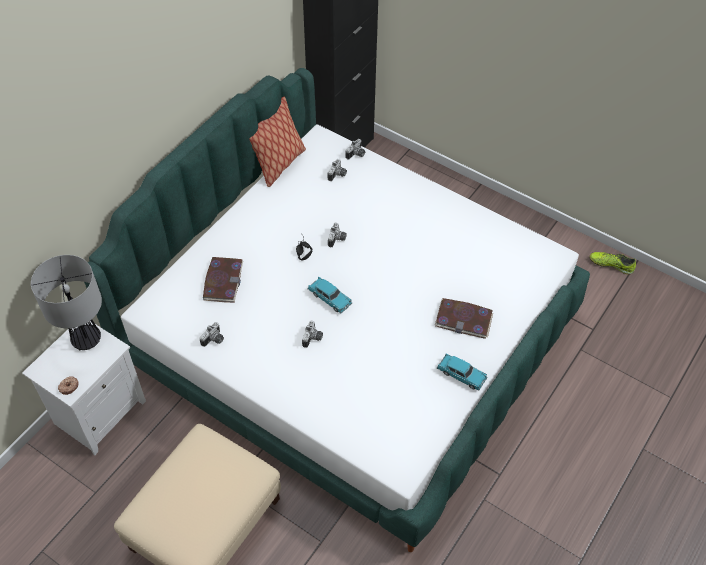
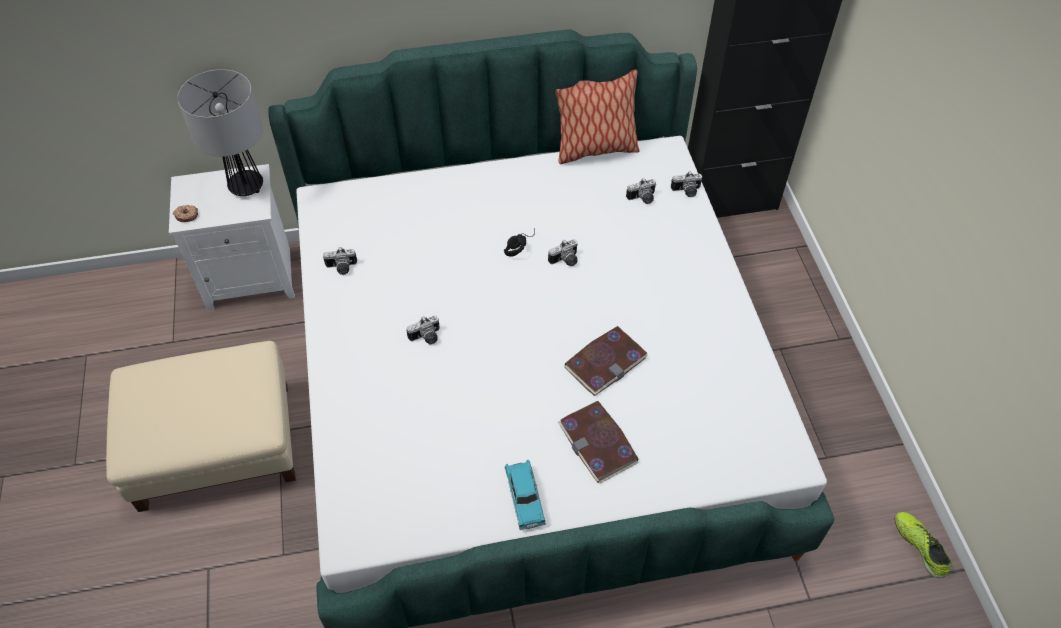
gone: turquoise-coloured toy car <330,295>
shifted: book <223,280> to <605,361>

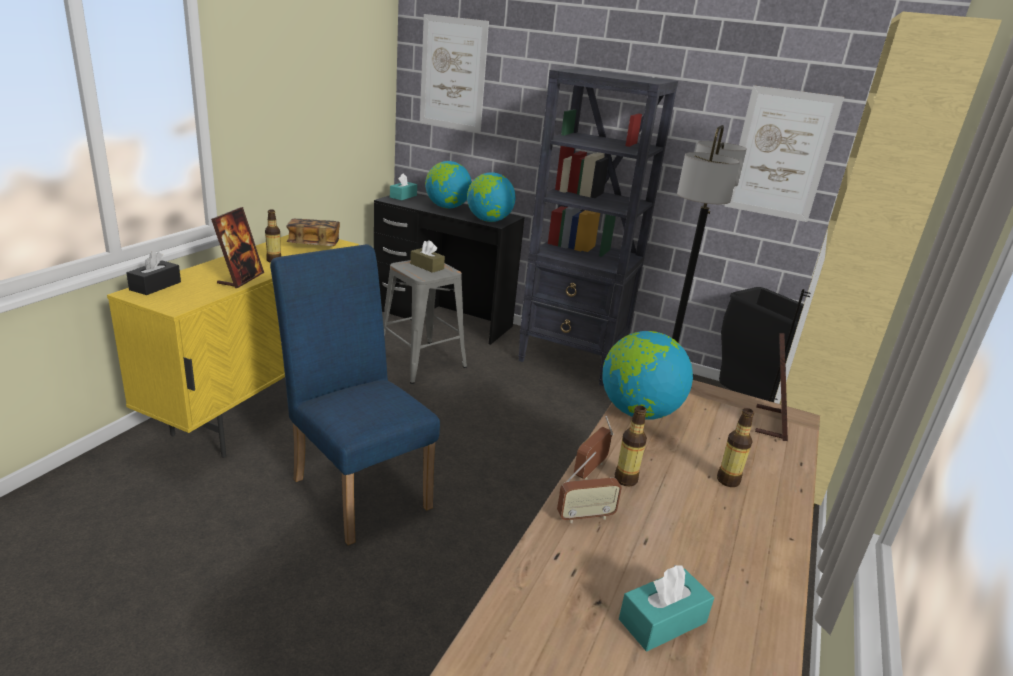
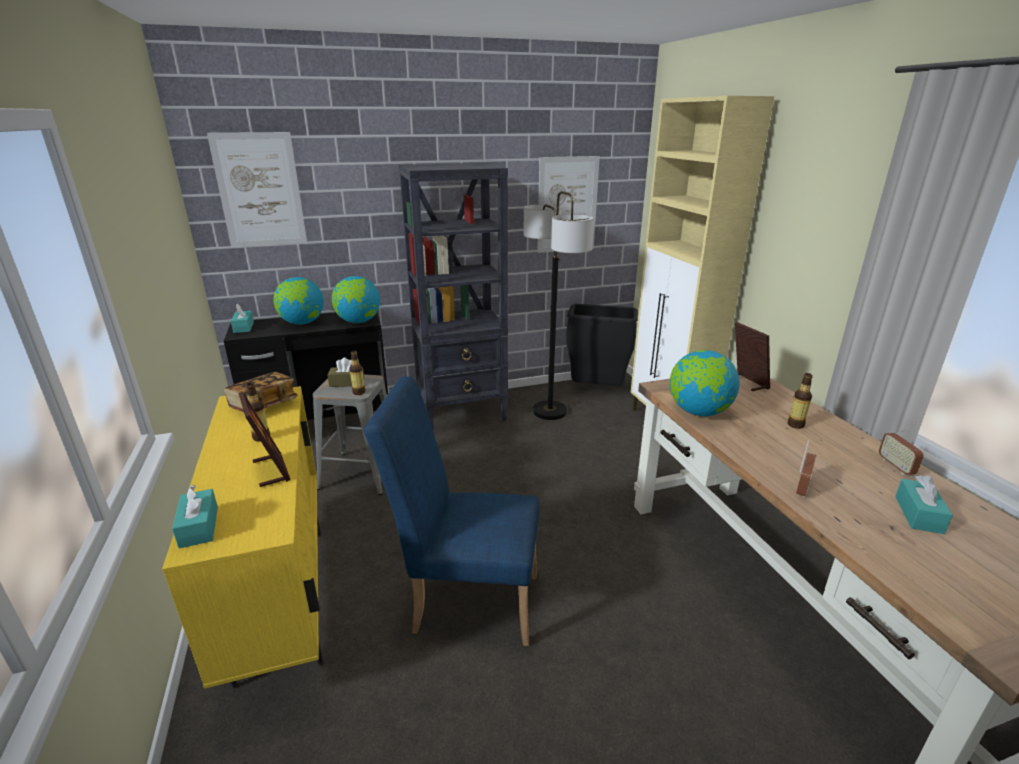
shifted: radio receiver <594,448> to <901,448>; bottle <631,446> to <357,373>
repainted: black-coloured tissue box <153,273> to turquoise-coloured tissue box <195,516>

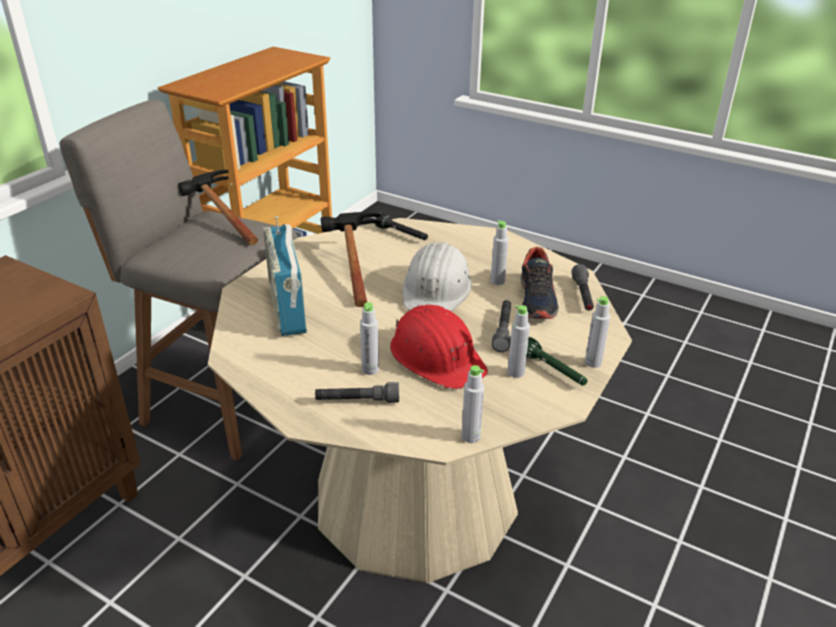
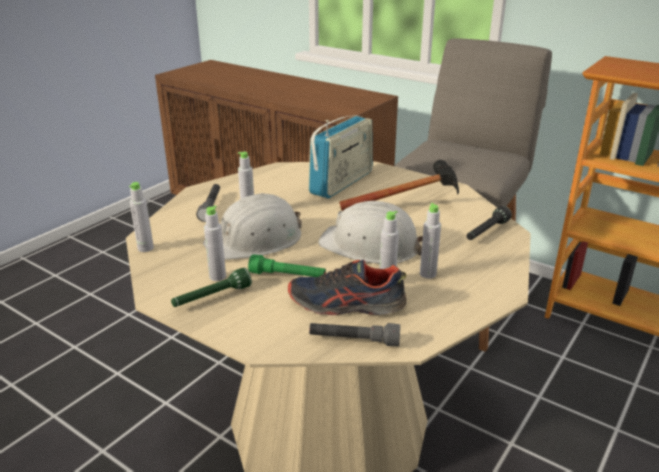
gone: tool hammer <218,207>
shifted: greyish bottle <597,332> to <430,241>
repainted: red-coloured safety helmet <439,347> to white-coloured safety helmet <252,226>; greyish flashlight <501,326> to greenish flashlight <287,265>
rotated: radio receiver <285,276> = <340,156> 135 degrees clockwise

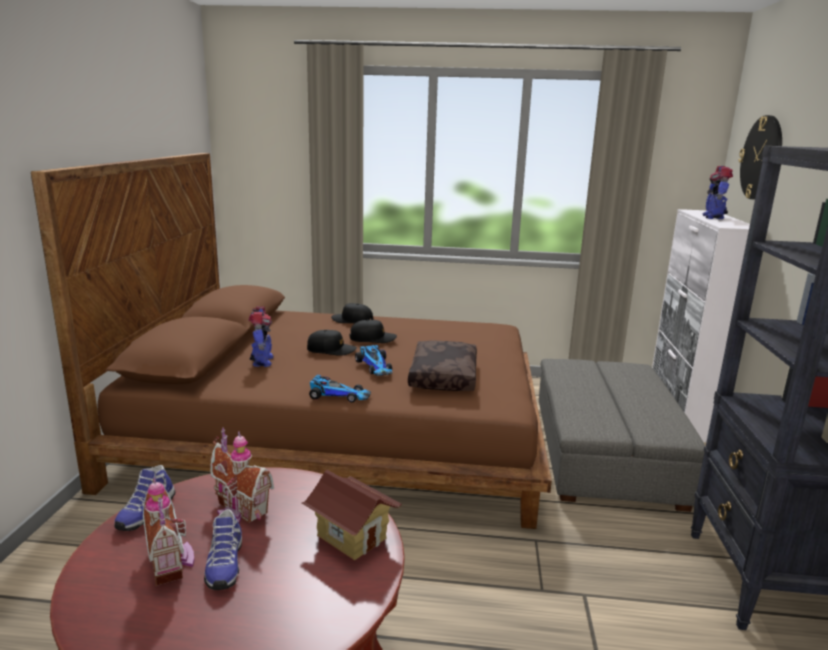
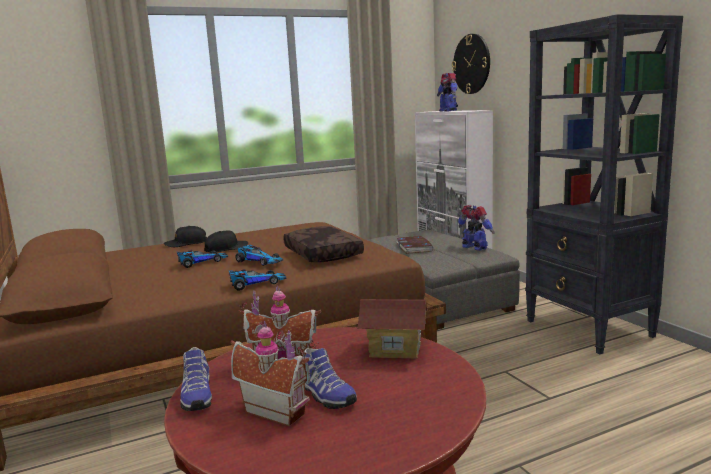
new: book <414,245>
shifted: model robot <261,336> to <476,228>
swapped: black-coloured baseball cap <332,343> to toy car <202,259>

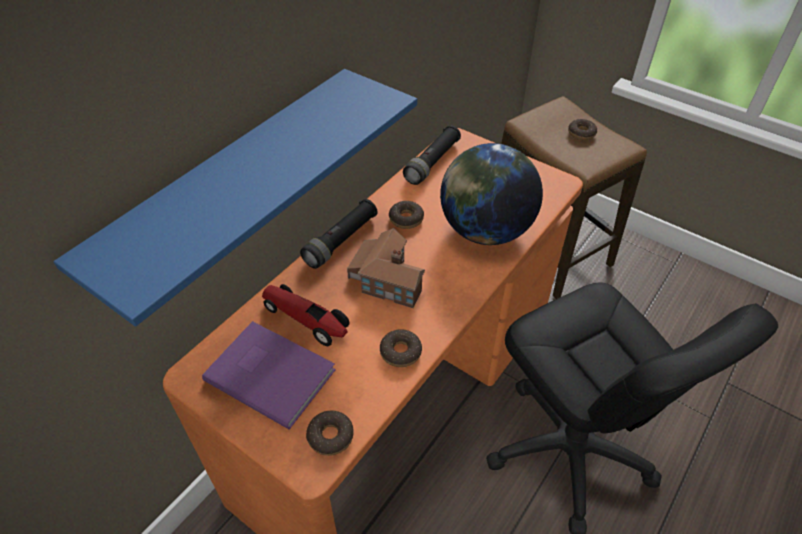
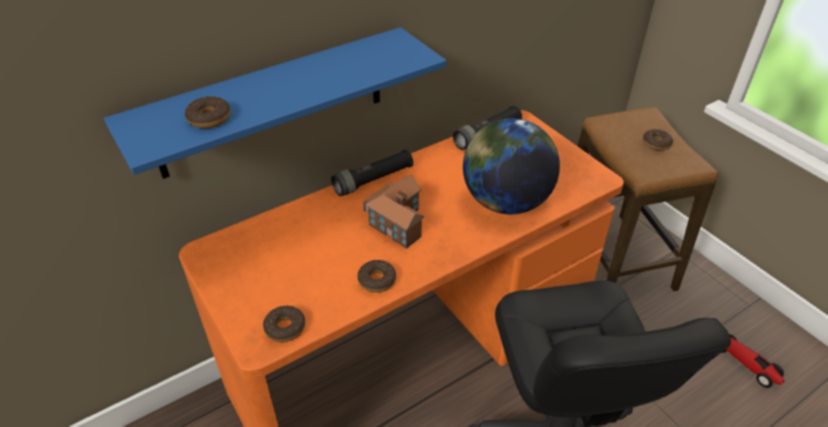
gone: purplish book <269,375>
shifted: toy car <306,315> to <753,361>; donut <406,215> to <208,112>

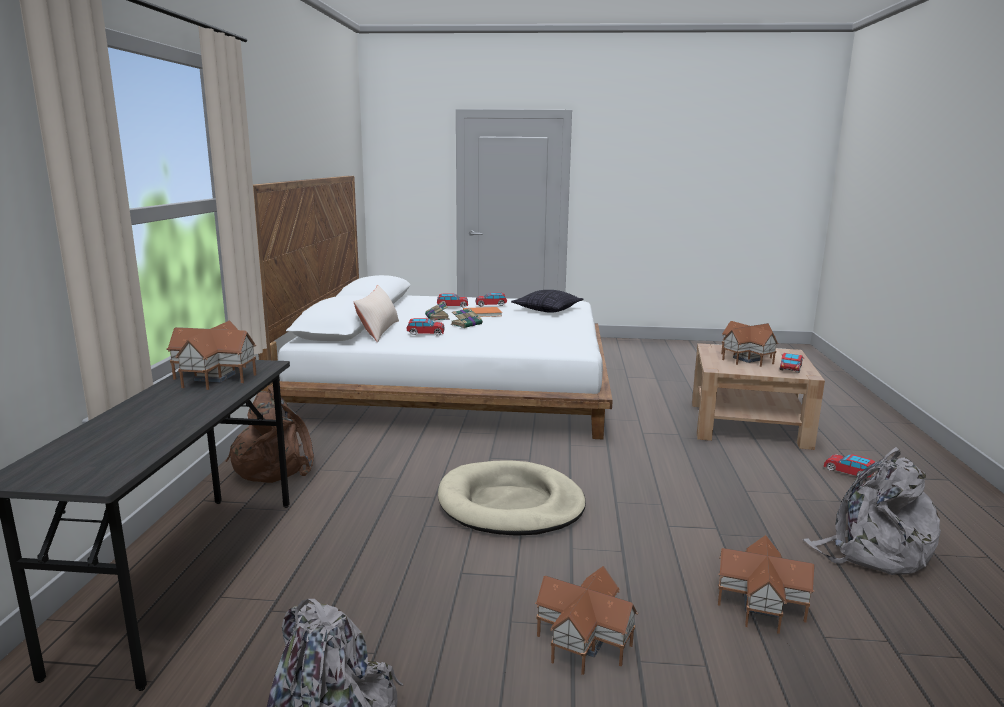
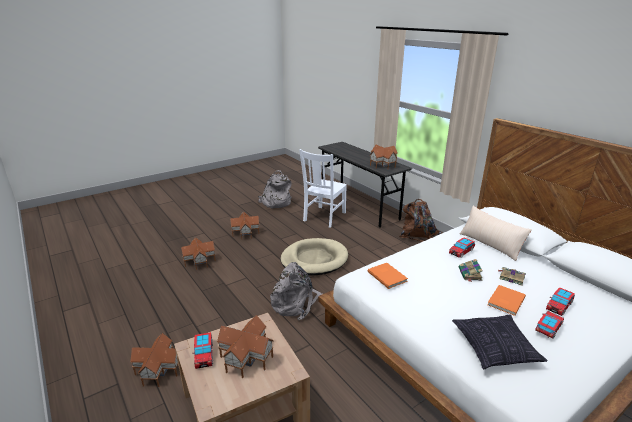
new: white-coloured chair <323,188>; orange-coloured book <388,276>
shifted: greyish backpack <872,511> to <296,291>
swapped: toy car <850,466> to model house <154,360>

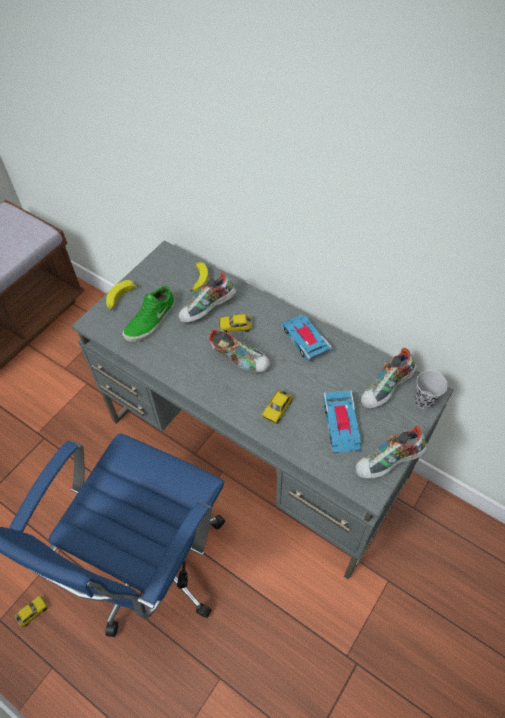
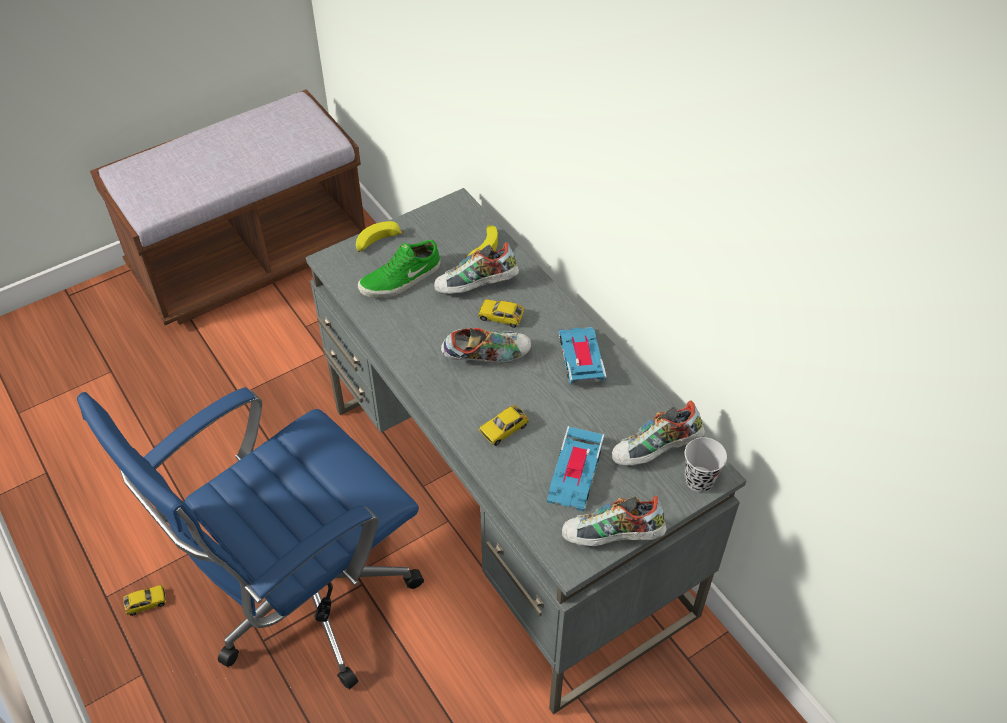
rotated: low shoe <239,351> = <486,346> 60 degrees counterclockwise

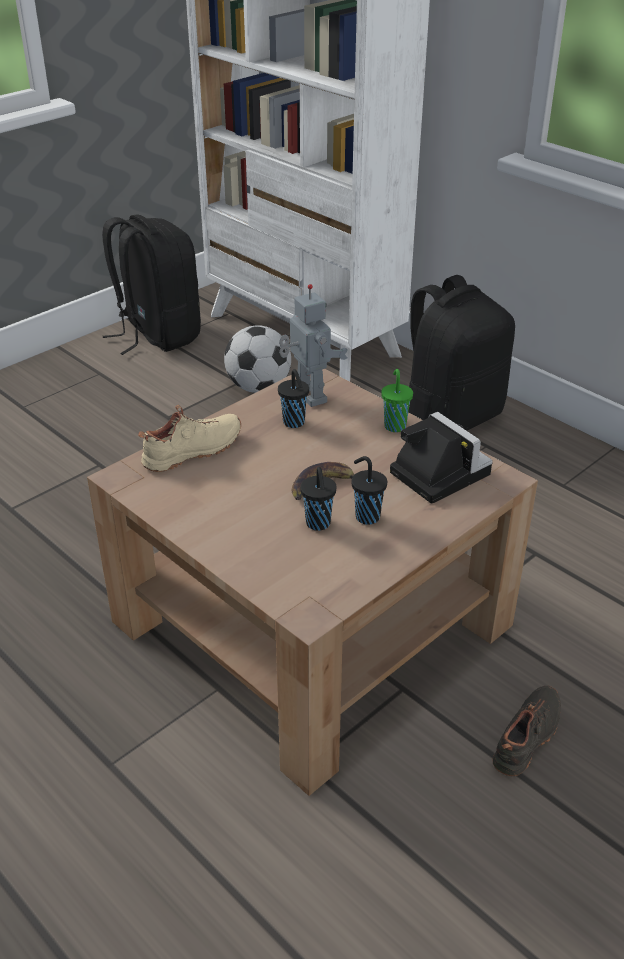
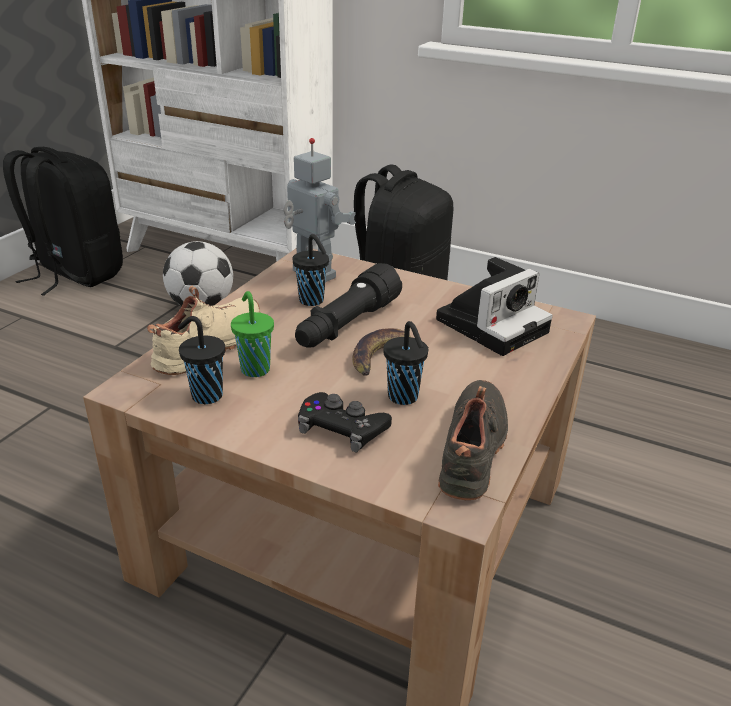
new: black-coloured flashlight <348,305>; black-coloured game controller <345,422>
shifted: black-coloured drinking cup <369,490> to <201,360>; greenish drinking cup <397,400> to <252,334>; black-coloured low shoe <526,731> to <473,440>
rotated: still camera <441,458> = <494,306> 105 degrees clockwise

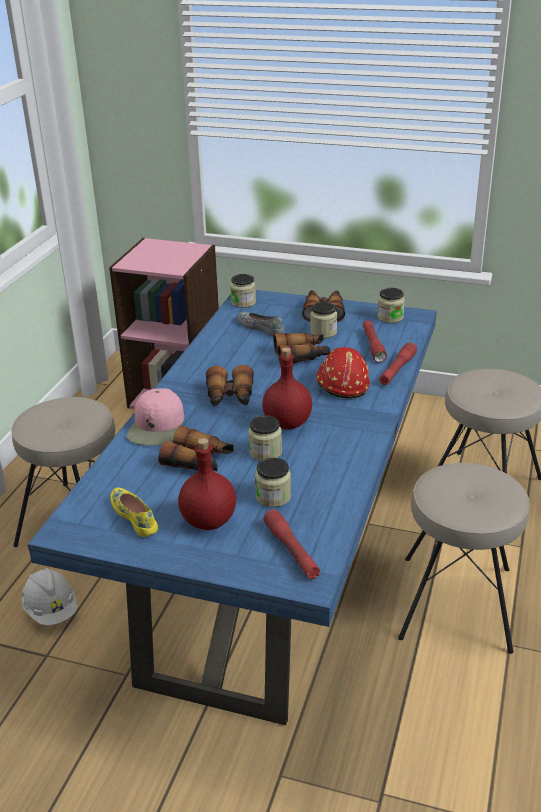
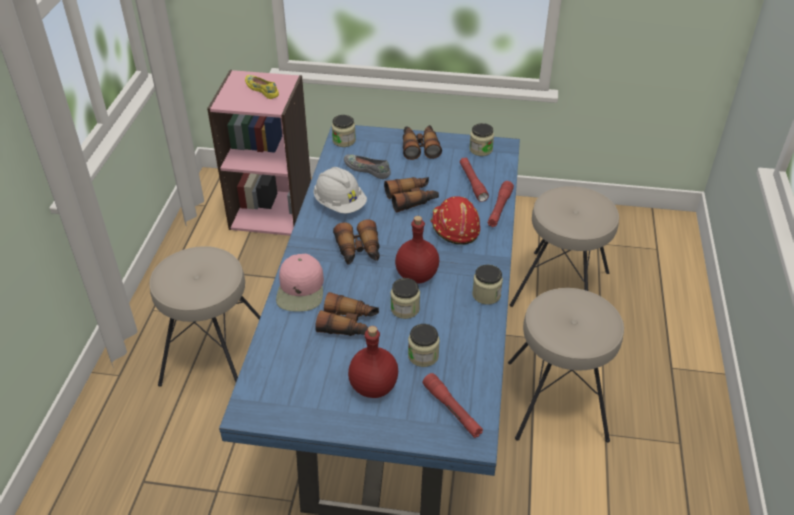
shifted: white-coloured safety helmet <50,596> to <340,190>; yellow low shoe <134,512> to <262,87>; jar <323,320> to <487,285>

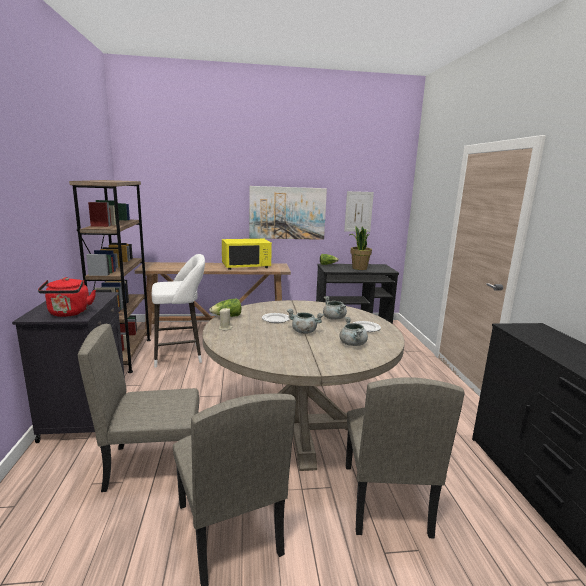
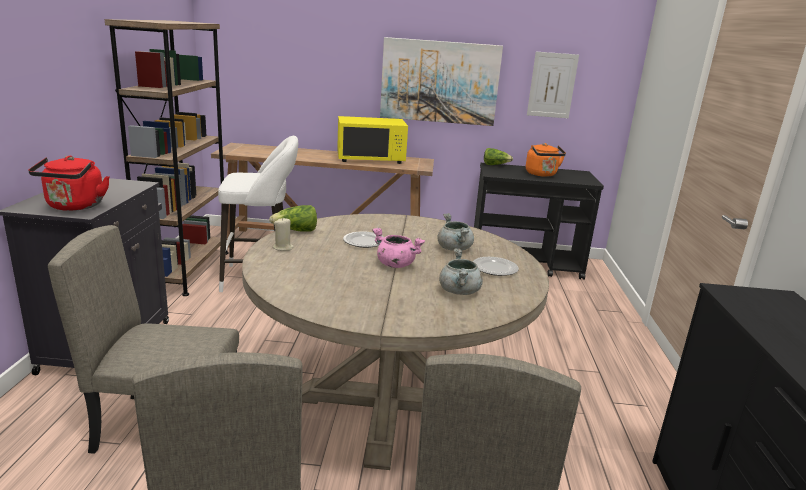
swapped: potted plant <361,248> to orange-coloured tea kettle <546,160>
repainted: greyish saucepot <305,321> to pinkish saucepot <398,248>

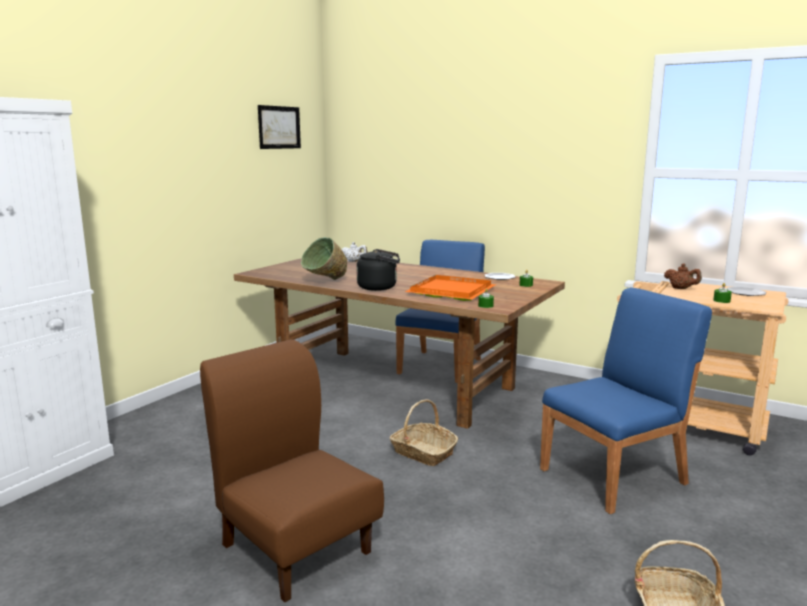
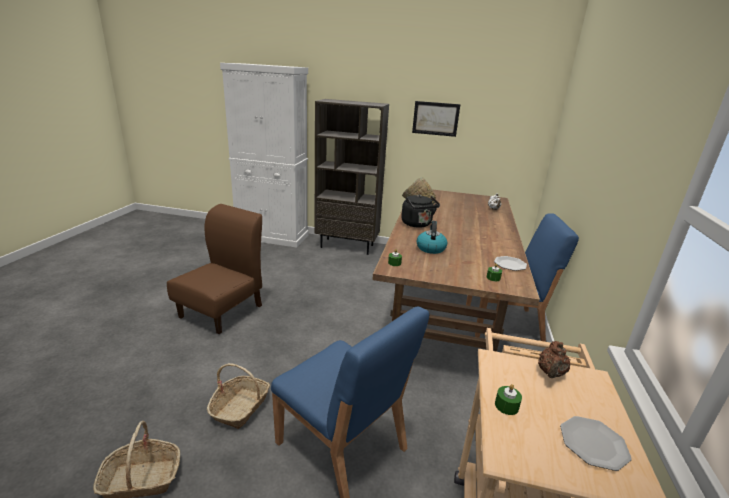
new: brown bookshelf <351,177>
shifted: picture <279,127> to <436,119>; storage basket <424,432> to <238,396>
swapped: orange-coloured carrying tray <450,288> to tea kettle <431,237>

